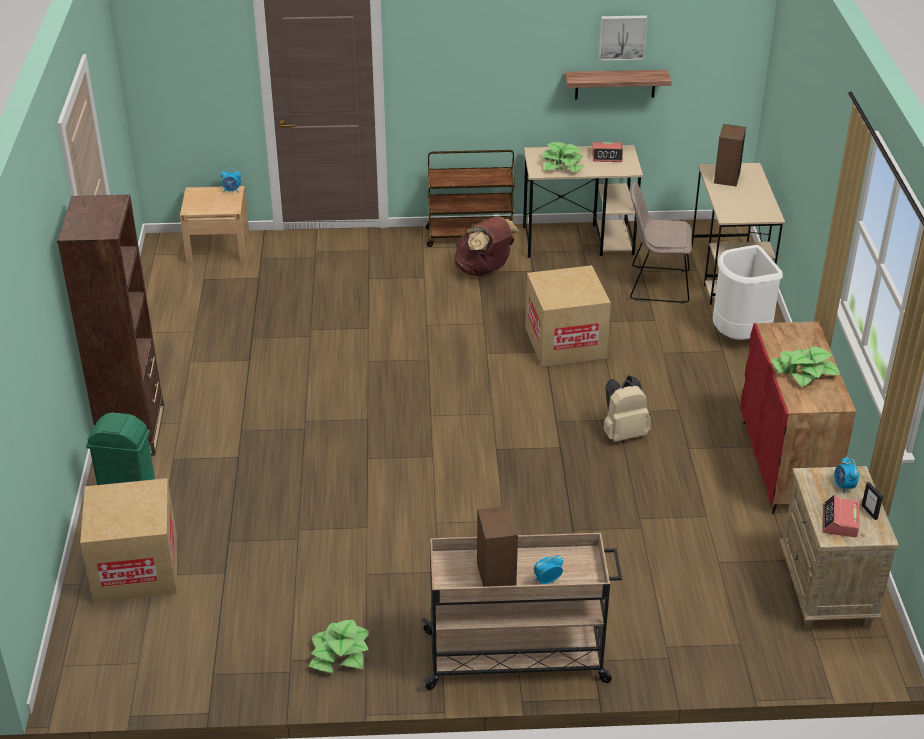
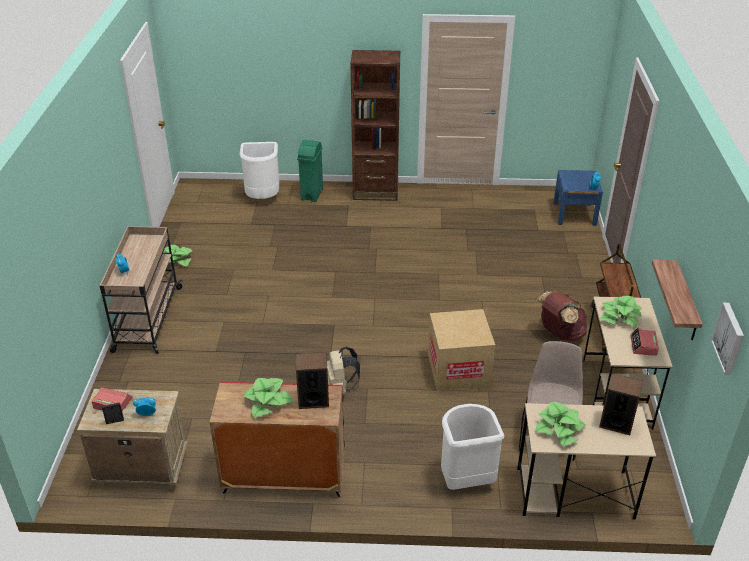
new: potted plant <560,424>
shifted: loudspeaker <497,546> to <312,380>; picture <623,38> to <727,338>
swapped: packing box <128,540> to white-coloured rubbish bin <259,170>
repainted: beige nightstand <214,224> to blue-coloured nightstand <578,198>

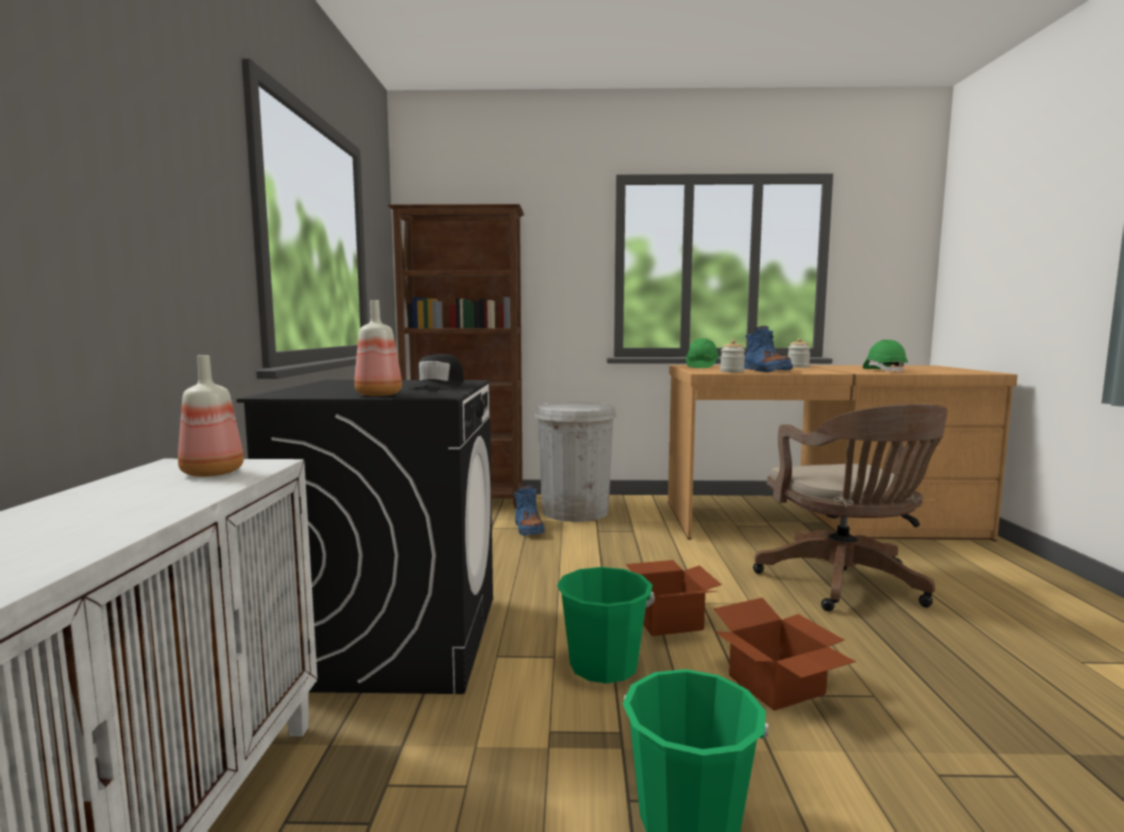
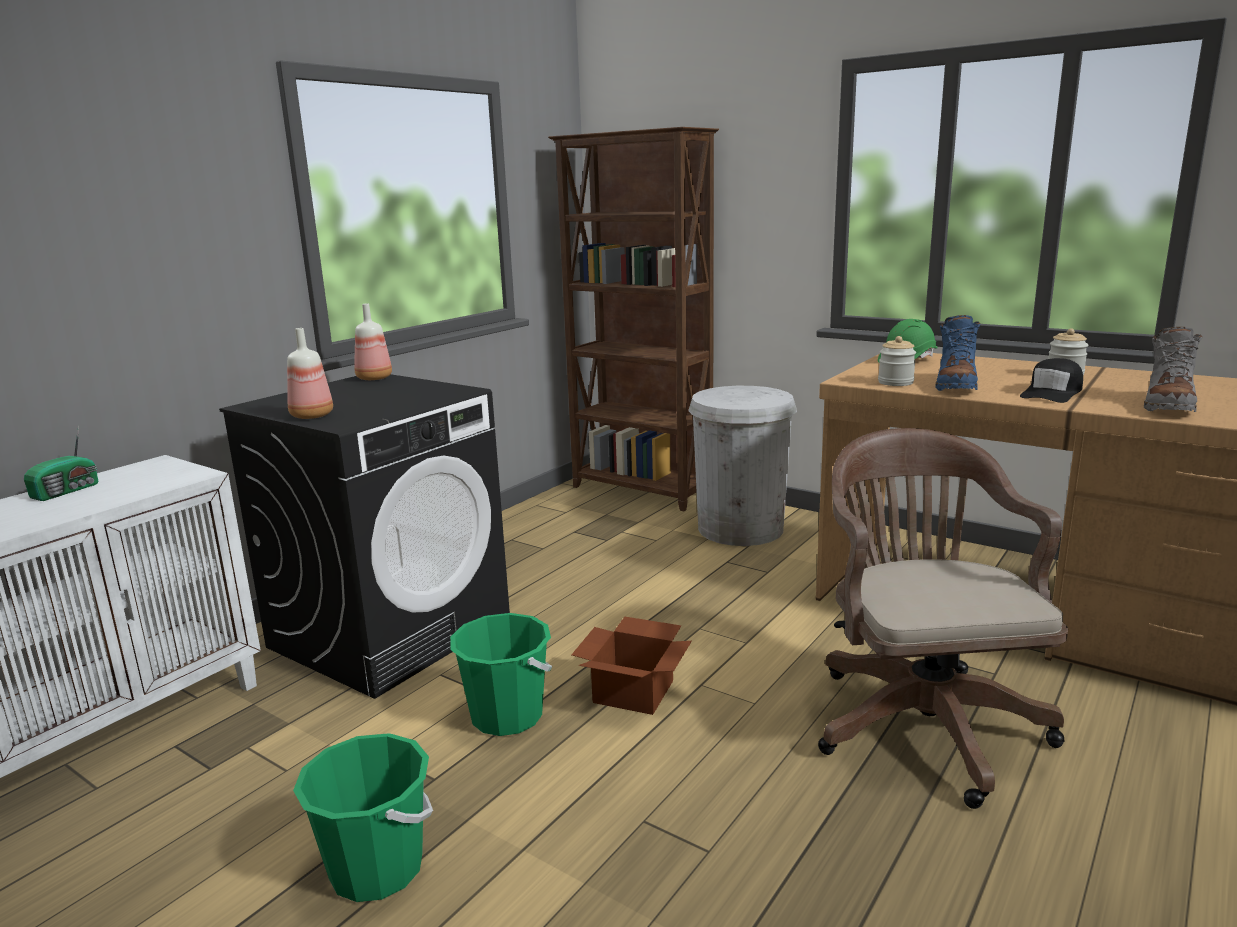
gone: blue-coloured boot <529,510>; packing box <785,654>
new: radio receiver <61,463>
shifted: bottle <211,416> to <373,342>; black-coloured baseball cap <435,372> to <1051,380>
swapped: greenish safety helmet <885,356> to greyish boot <1173,370>
rotated: brown desk chair <850,507> = <943,618> 150 degrees clockwise

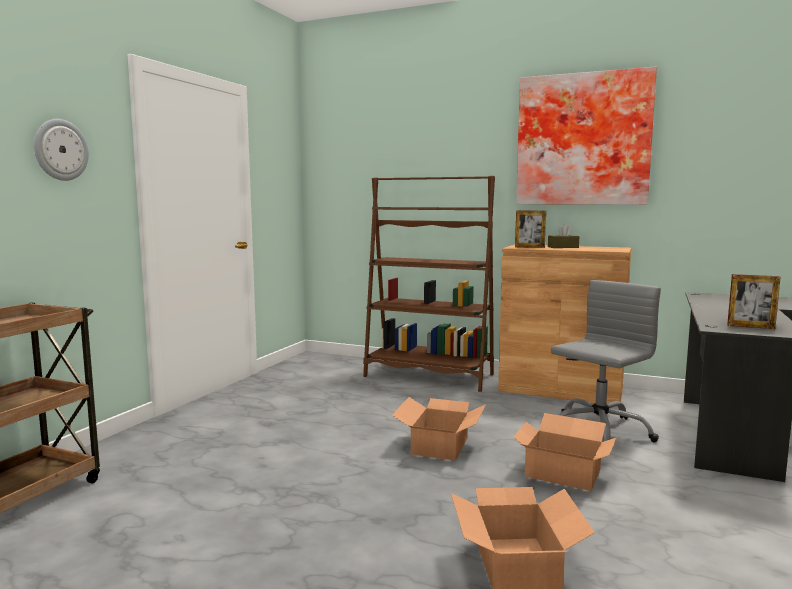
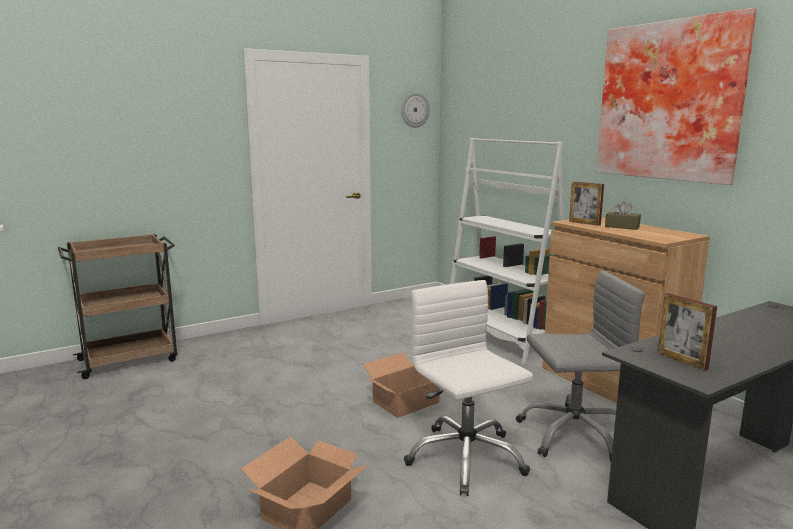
shifted: wall clock <61,150> to <415,110>
swapped: packing box <564,452> to white-coloured desk chair <468,388>
repainted: brown bookshelf <429,284> to white-coloured bookshelf <507,251>

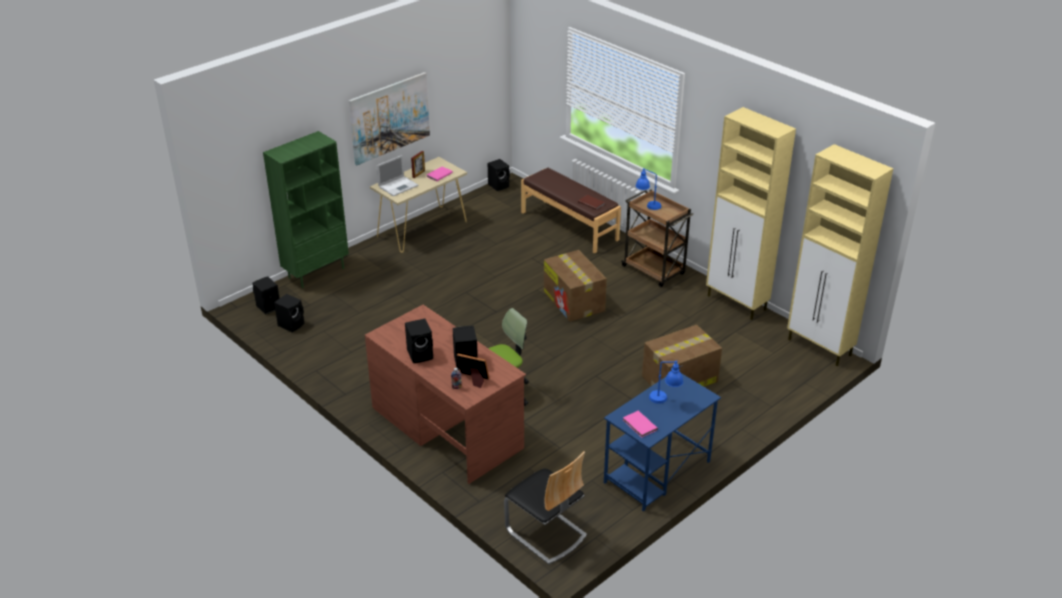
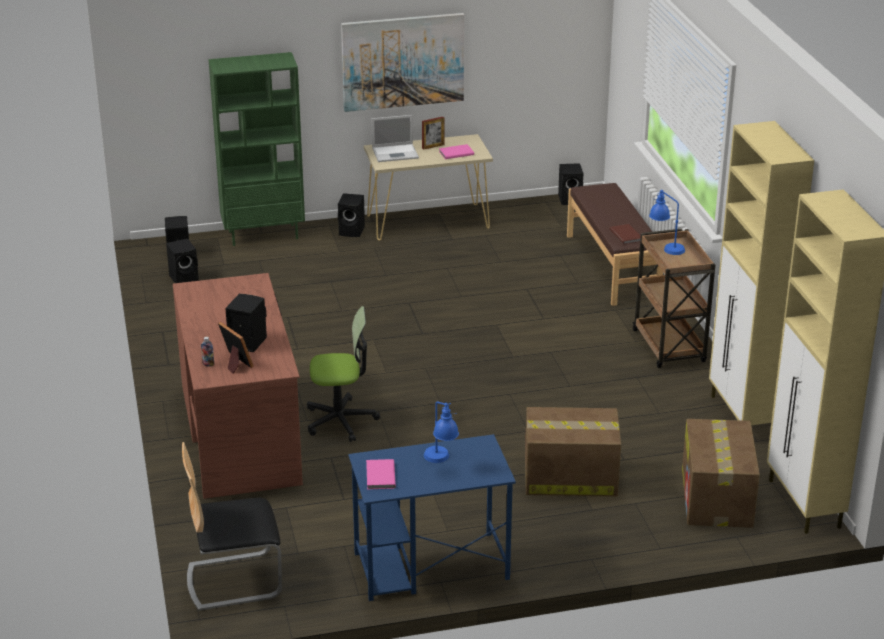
shifted: black-coloured loudspeaker <419,340> to <351,215>; packing box <575,286> to <721,473>
rotated: chair <545,507> = <232,526> 90 degrees clockwise

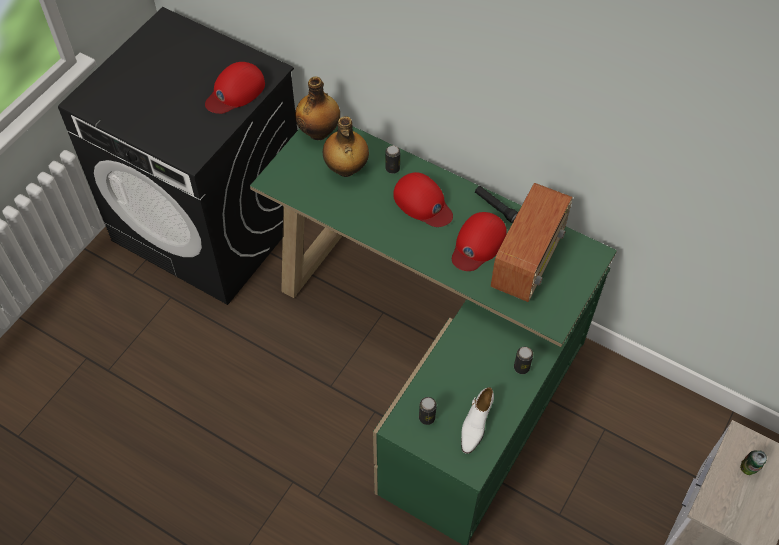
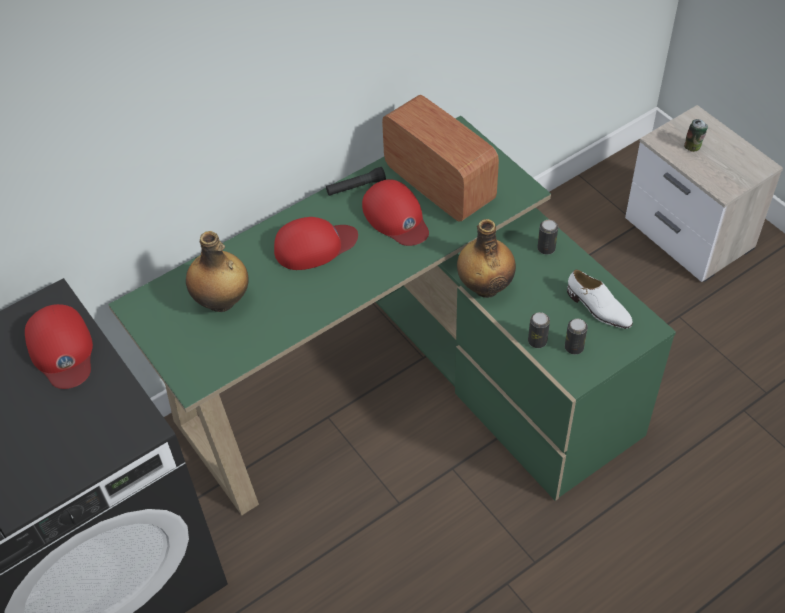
shifted: bottle <317,108> to <486,258>; sealed can <392,159> to <539,330>

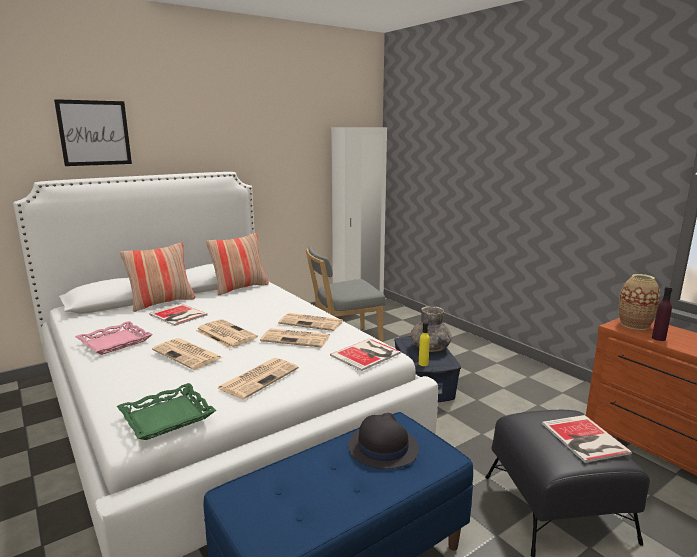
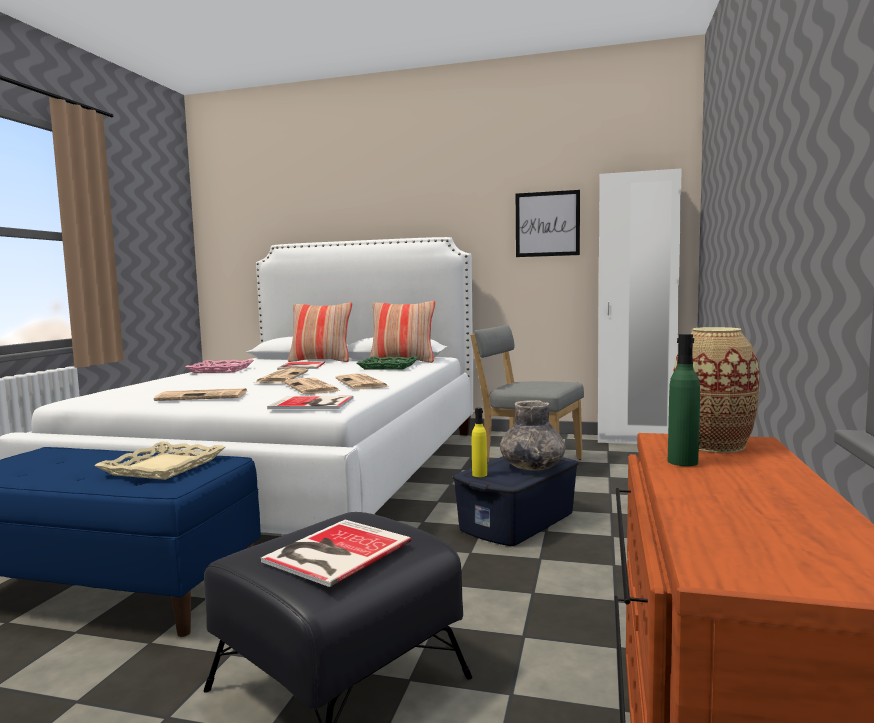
gone: printed paper <187,354>
shifted: picture <93,132> to <548,223>; greenish carrying tray <166,411> to <388,363>
swapped: black-coloured clothing hat <383,441> to beige carrying tray <159,461>
repainted: purplish bottle <662,313> to greenish bottle <684,400>

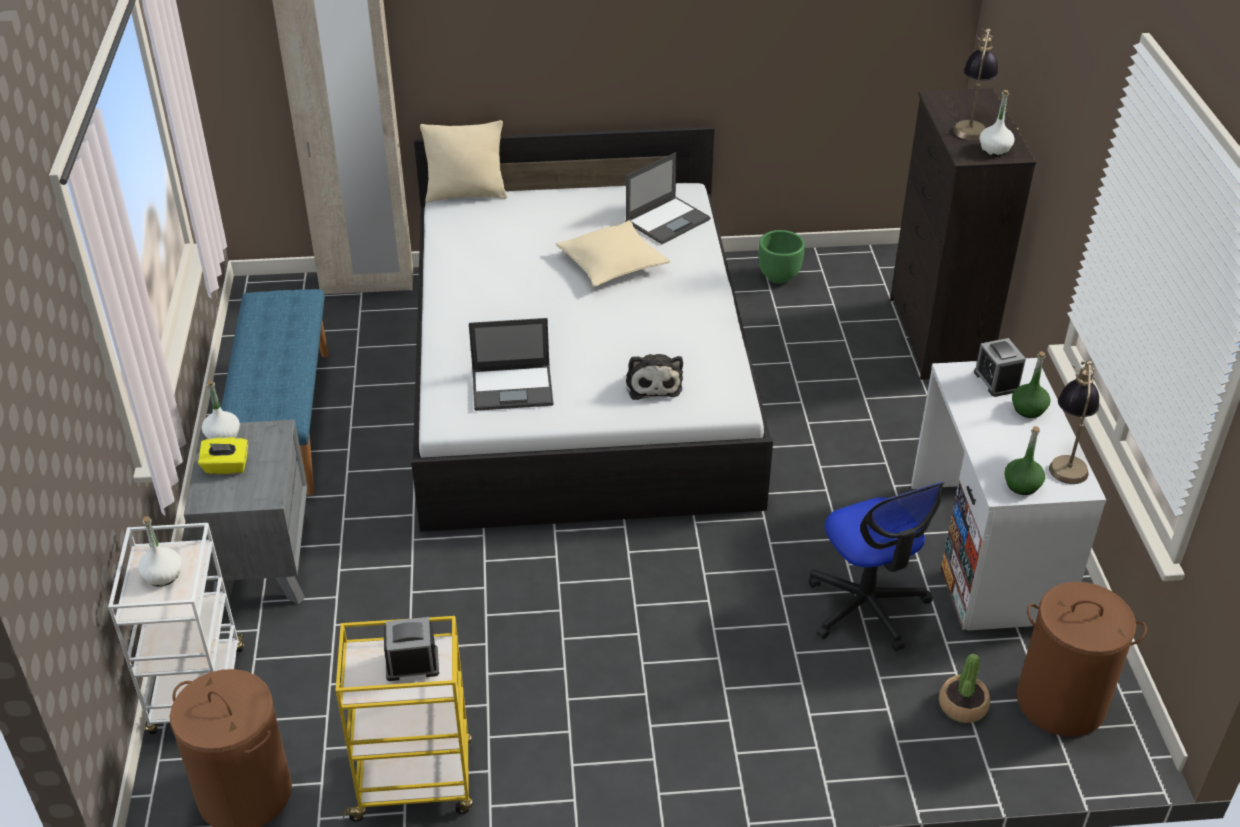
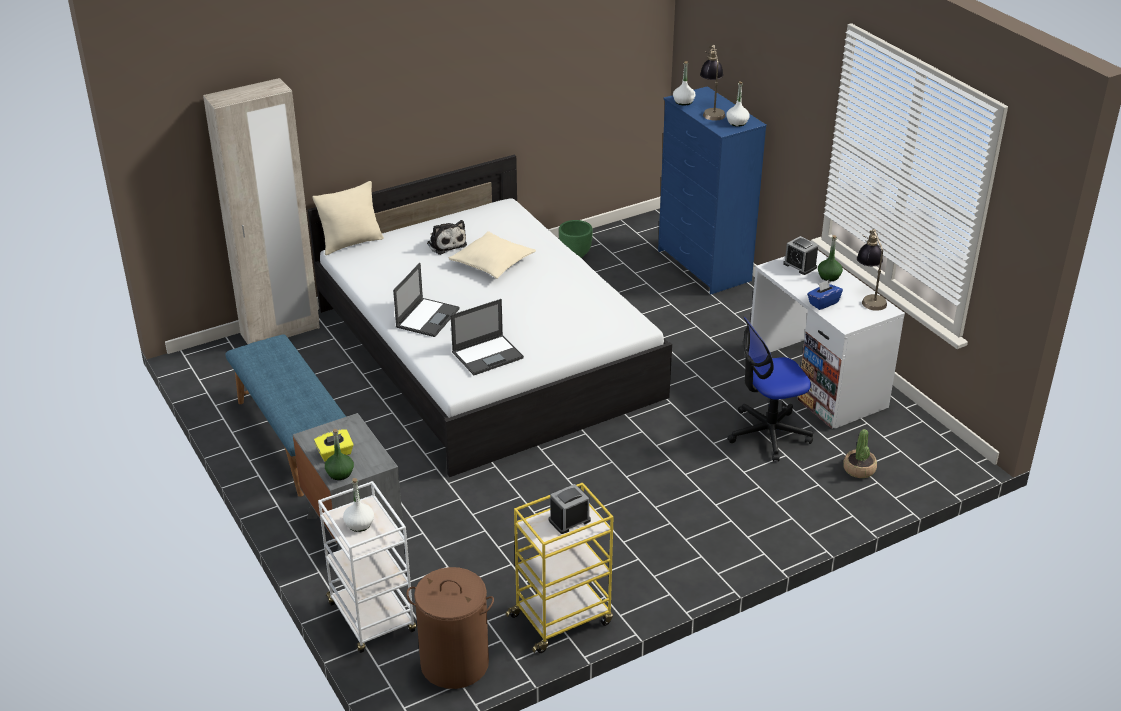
gone: brown washing basket <1082,659>
new: blue-coloured tissue box <825,295>
shifted: white-coloured bottle <221,409> to <684,83>; notebook computer <668,198> to <426,300>; soft toy <654,377> to <447,237>; greenish bottle <1024,460> to <339,454>
repainted: black-coloured drawer chest <963,234> to blue-coloured drawer chest <712,190>
rotated: desk chair <876,567> = <770,389> 120 degrees clockwise

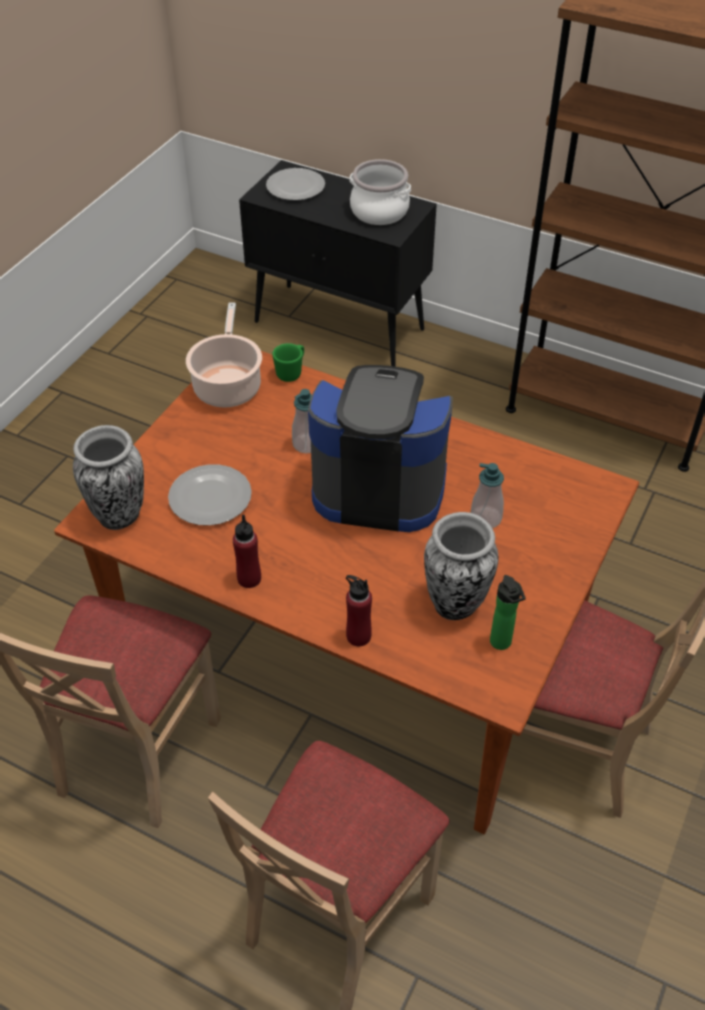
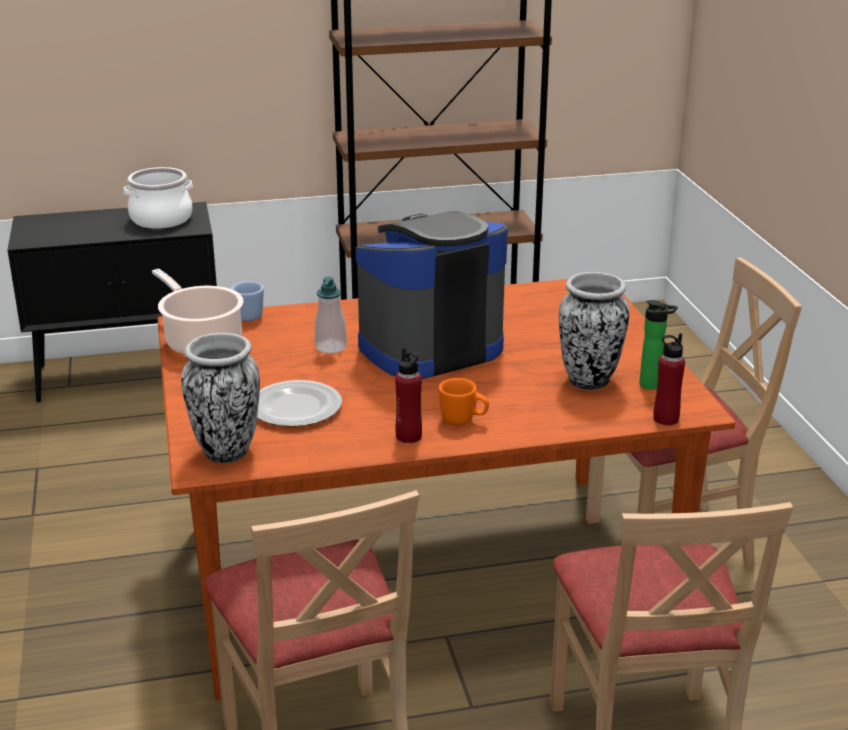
gone: plate <295,184>; liquid soap bottle <487,495>
new: orange-coloured tea mug <464,401>
shifted: red-coloured bottle <359,610> to <669,379>
repainted: greenish tea mug <288,362> to blue-coloured tea mug <247,301>

